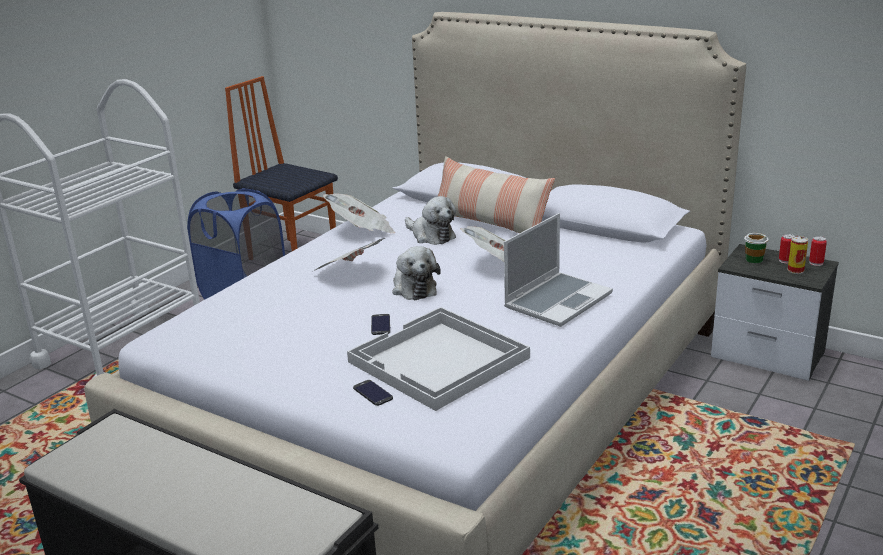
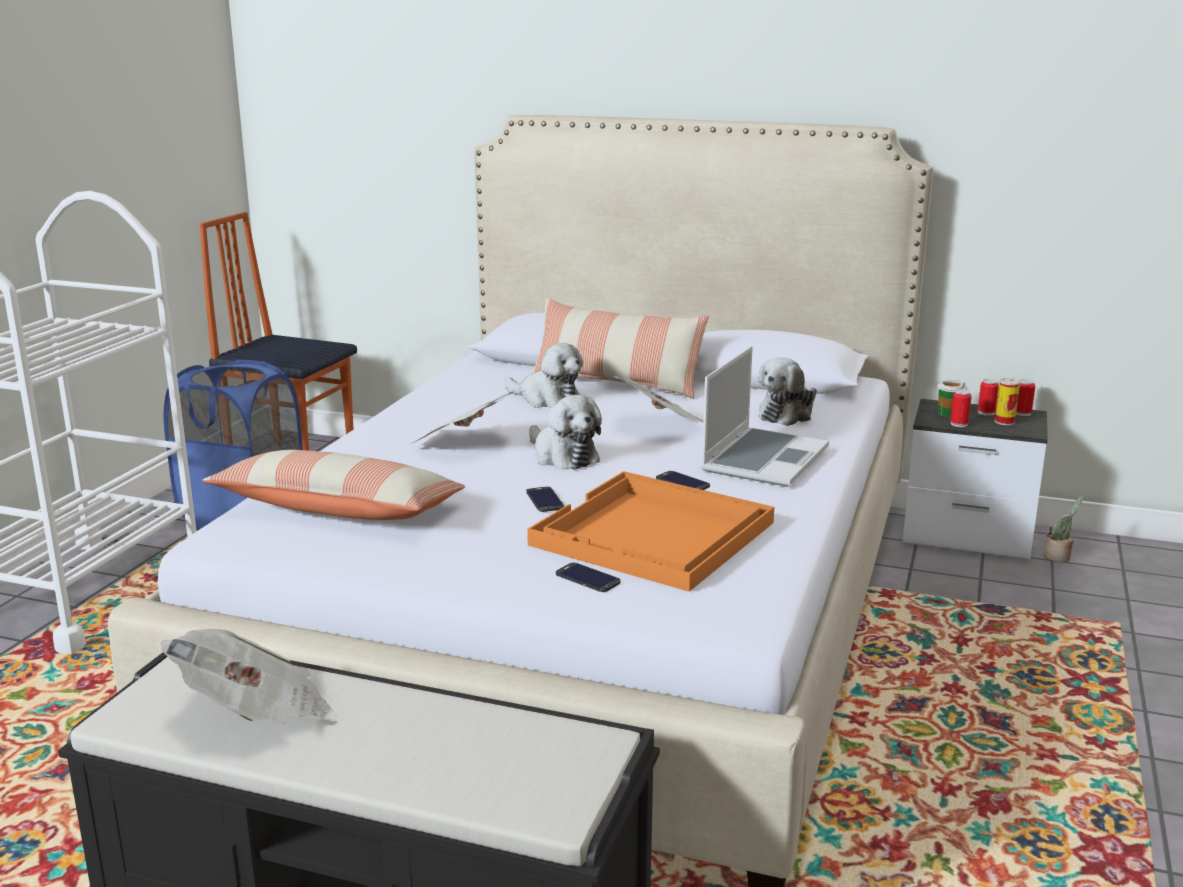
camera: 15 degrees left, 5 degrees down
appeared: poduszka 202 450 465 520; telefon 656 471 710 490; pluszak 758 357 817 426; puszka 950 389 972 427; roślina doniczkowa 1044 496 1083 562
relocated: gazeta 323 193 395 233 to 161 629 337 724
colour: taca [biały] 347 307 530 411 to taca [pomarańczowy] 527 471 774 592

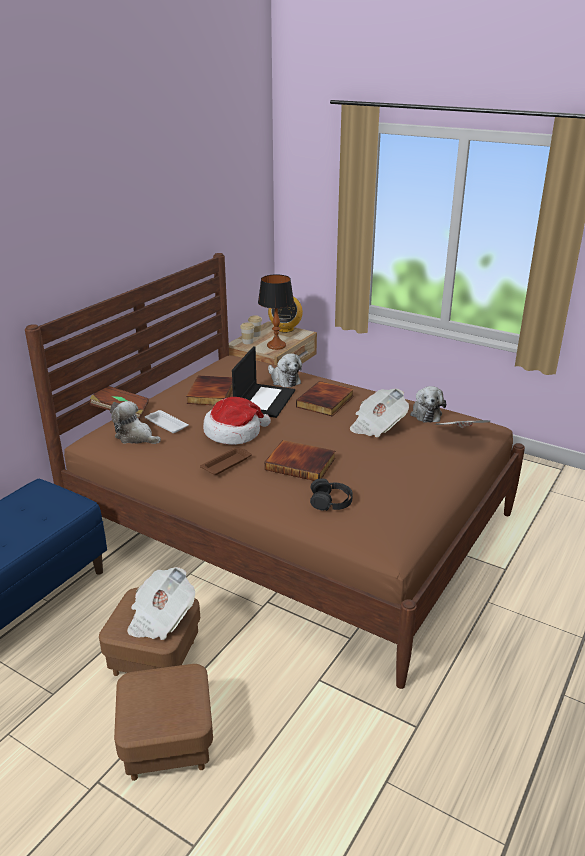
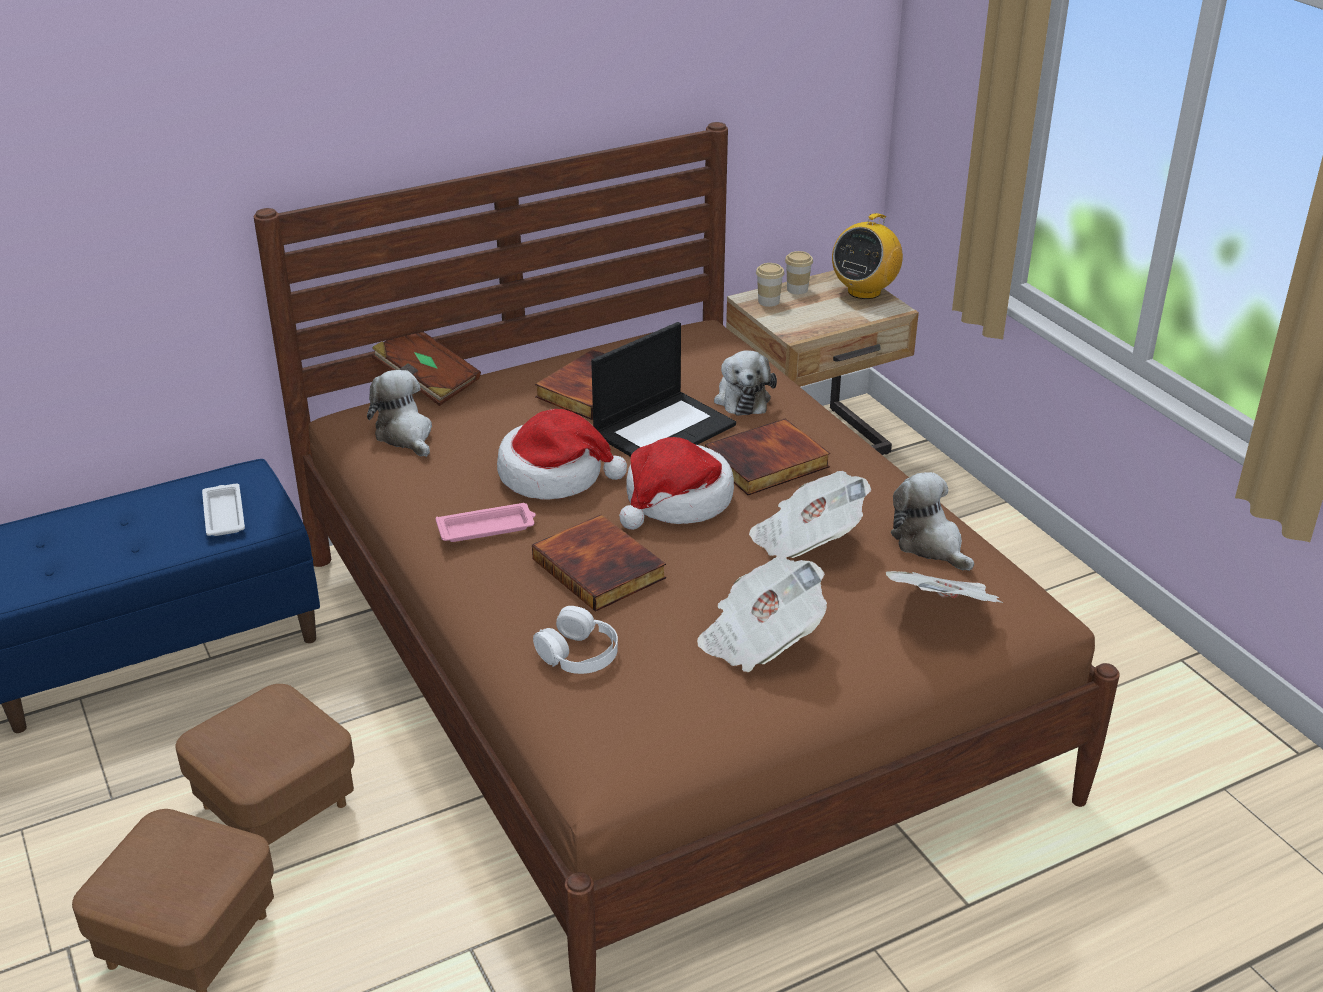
camera: 30 degrees right, 5 degrees up
missing: lampa stołowa 258 274 294 350
appeared: kapelusz 619 437 734 530
relocated: gazeta 127 567 195 640 to 697 556 827 672; taca [biały] 145 410 189 433 to 202 484 245 536
colour: taca [brązowy] 200 447 252 475 to taca [różowy] 436 503 536 542; słuchawki [czarny] 310 479 353 511 to słuchawki [biały] 533 606 618 674
spun: pluszak 410 386 446 423 = 891 472 974 571 120 degrees clockwise

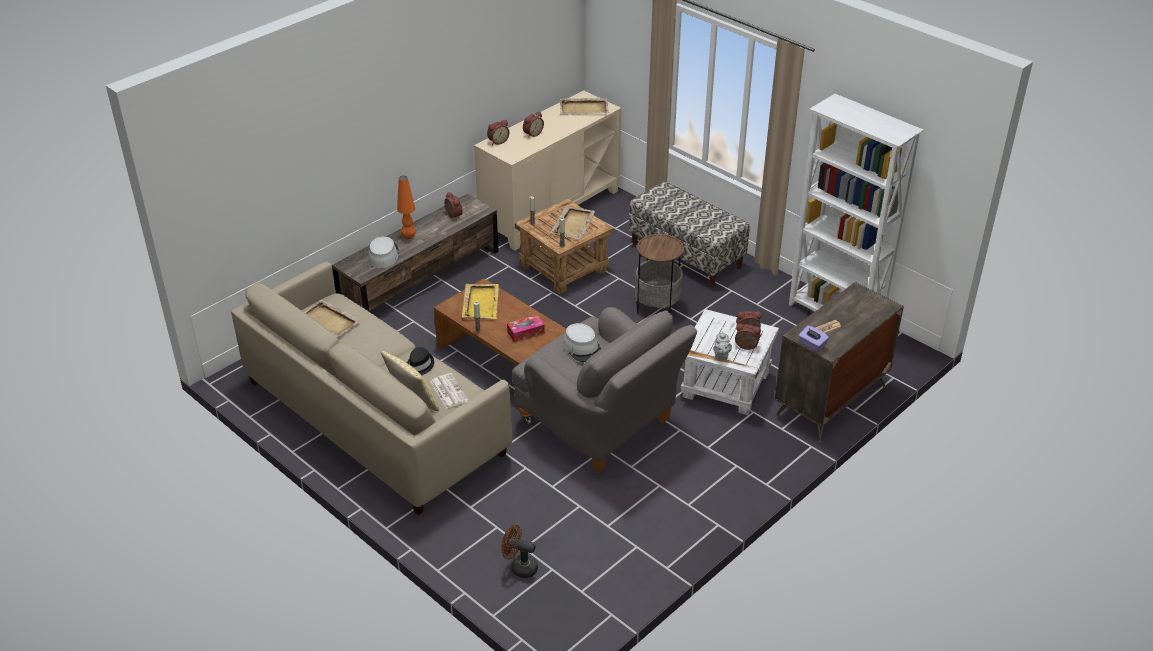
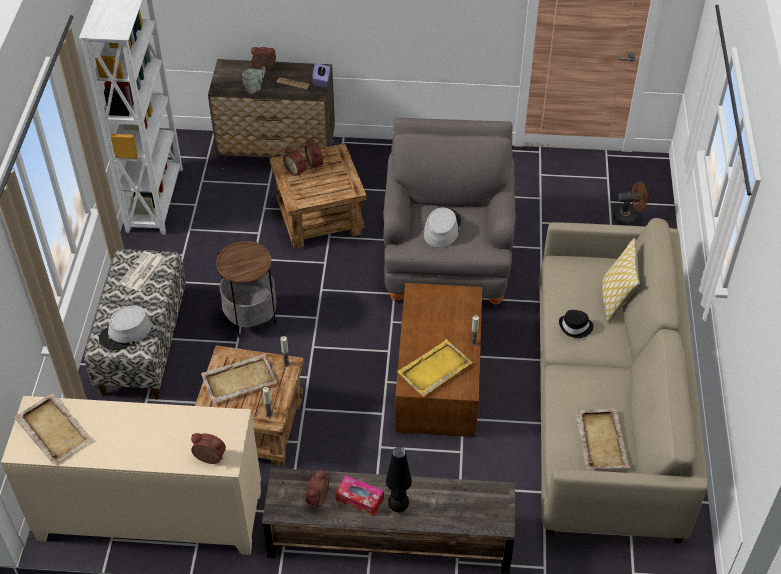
camera: 130 degrees left, 10 degrees up
relocated: kapelusz [szary] 368 236 399 268 to 99 306 152 350; gazeta 430 373 469 409 to 119 251 165 292; pudełko chusteczek 507 315 545 342 to 336 475 384 516; budzik 523 112 544 138 to 251 47 276 72; imbryk [szary] 713 331 732 361 to 242 67 266 94
colour: lampa stołowa [pomarańczowy] 397 176 416 239 to lampa stołowa [czarny] 386 447 412 512; stolik [biały] 681 309 779 415 to stolik [brązowy] 270 143 367 249
spun: wentylator [brązowy] 502 525 538 578 = 613 182 648 225 75 degrees counterclockwise

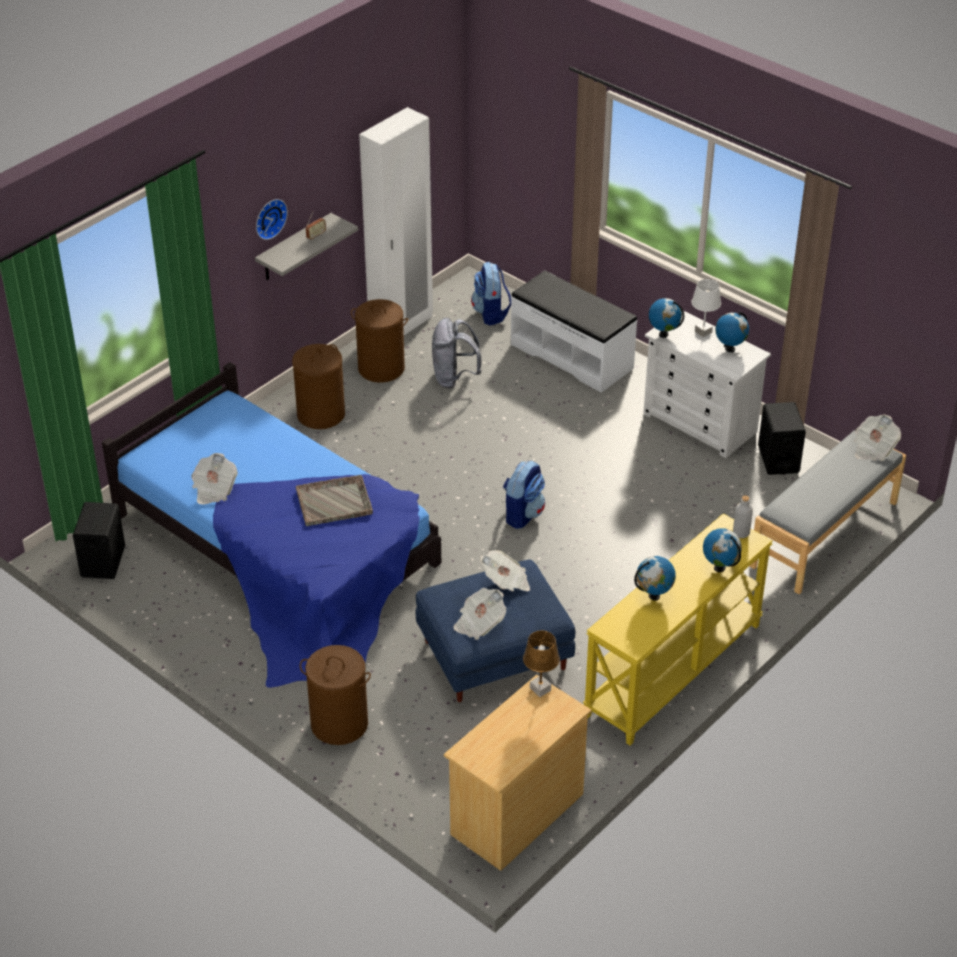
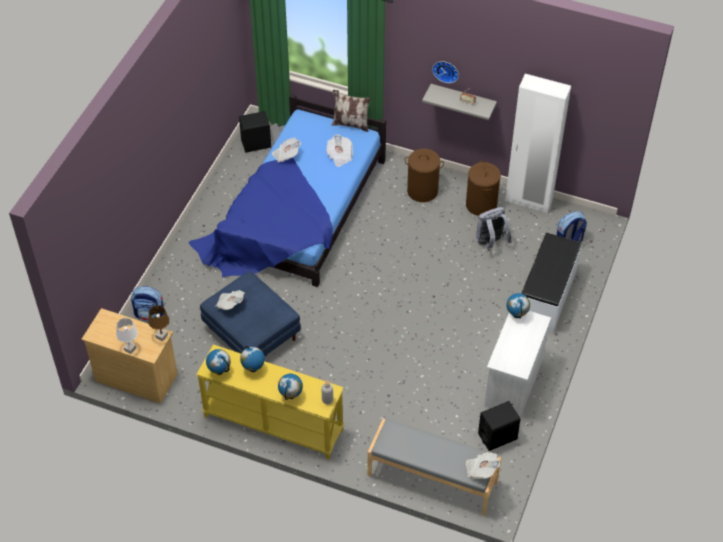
camera: 70 degrees right, 10 degrees up
missing: taca [szary] 296 475 373 526; kosz na pranie [brązowy] 300 645 371 745
appeared: poduszka 331 90 371 132
relocated: gazeta 481 550 530 592 to 326 134 353 167; plecak 503 460 545 529 to 131 286 164 321; lampa stołowa [biały] 691 279 721 337 to 116 318 138 354; globus 715 312 749 352 to 206 349 231 375

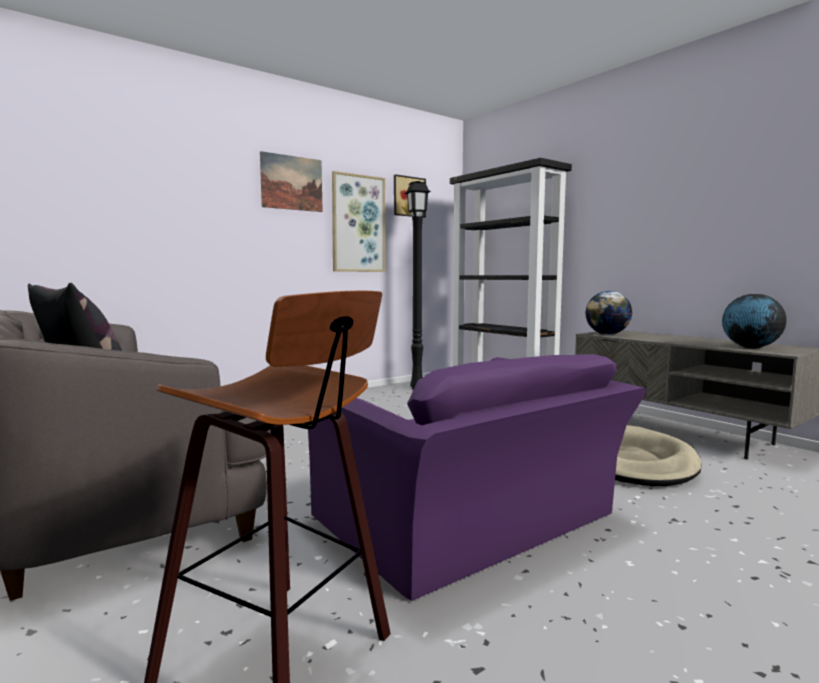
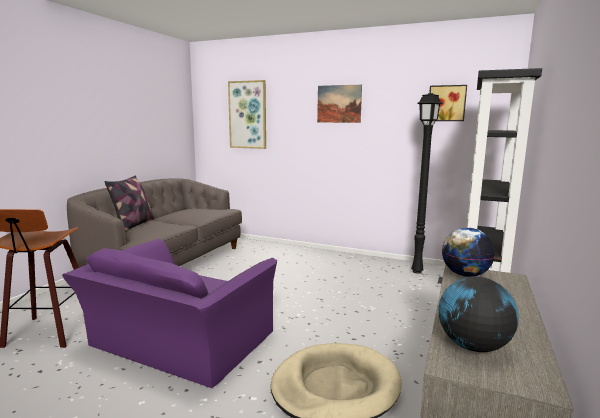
camera: 60 degrees right, 5 degrees up
relocated: obraz 332 171 385 272 to 228 80 266 149

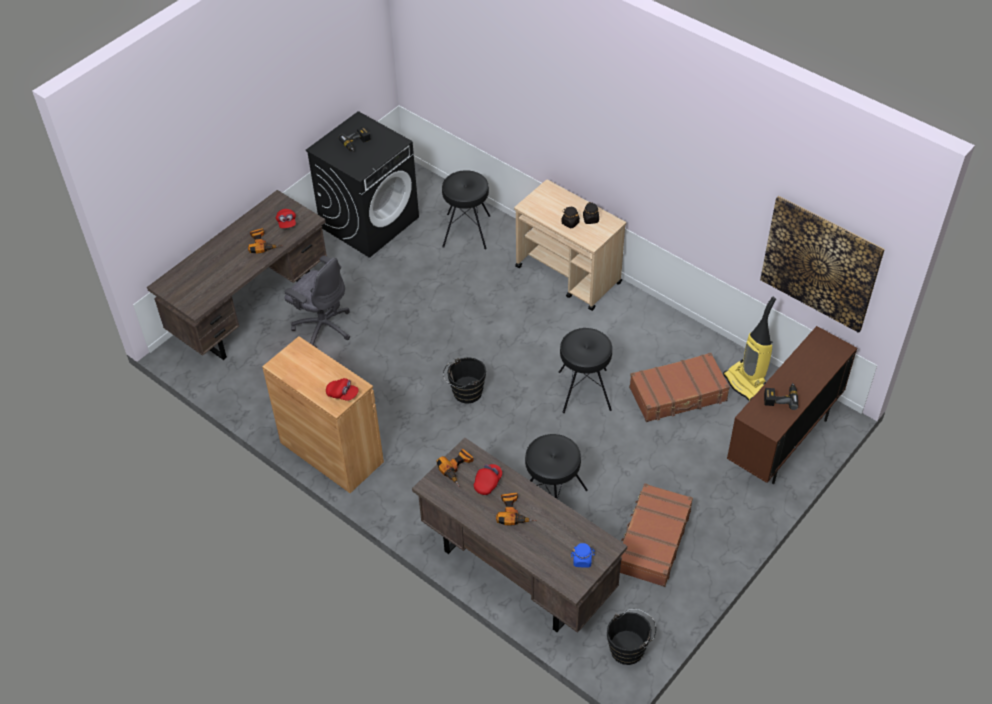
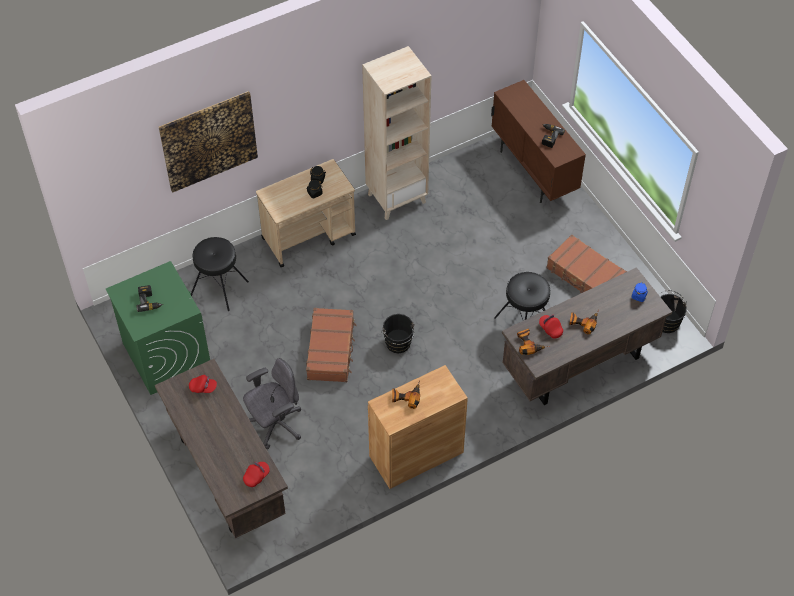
camera: 70 degrees left, 5 degrees up
missing: stołek [czarny] 559 328 612 413; odkurzacz 723 297 776 401
appeared: regał [beżowy] 362 46 432 220
relocated: wiertarka 248 228 282 254 to 392 380 420 409; czapka z daszkiem [czerwony] 326 378 359 401 to 243 462 270 487; walizka [brązowy] 629 353 730 422 to 306 308 357 382; obraz 760 196 885 333 to 159 91 258 193
colour: pralka [czarny] 306 111 419 258 to pralka [zielony] 106 261 210 395

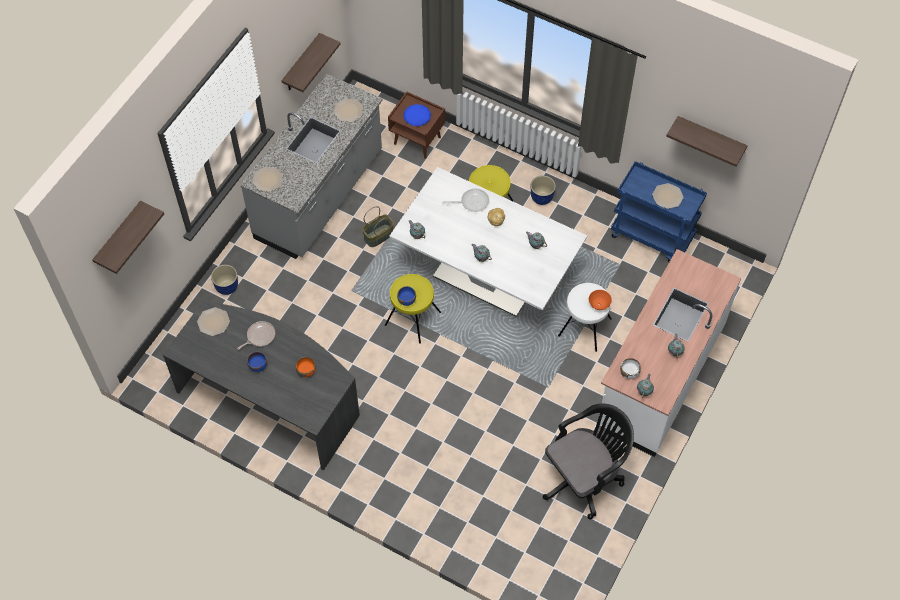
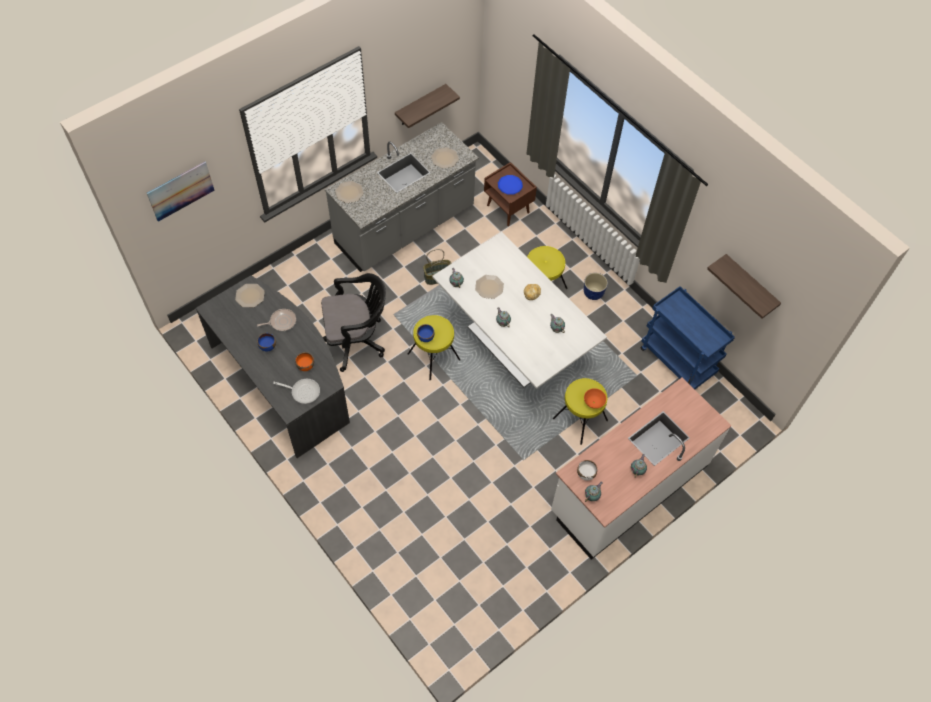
camera: 20 degrees right, 0 degrees up
missing: donica 211 265 238 295
relocated: patelnia 442 188 489 212 to 273 379 320 404; krzesło biurowe [czarny] 543 404 634 519 to 321 273 386 372; talerz 652 183 684 209 to 475 275 504 299
exchanged: półka 92 200 164 274 to obraz 147 161 215 222
colour: stołek [biały] 558 283 612 352 to stołek [żółty] 553 378 608 445

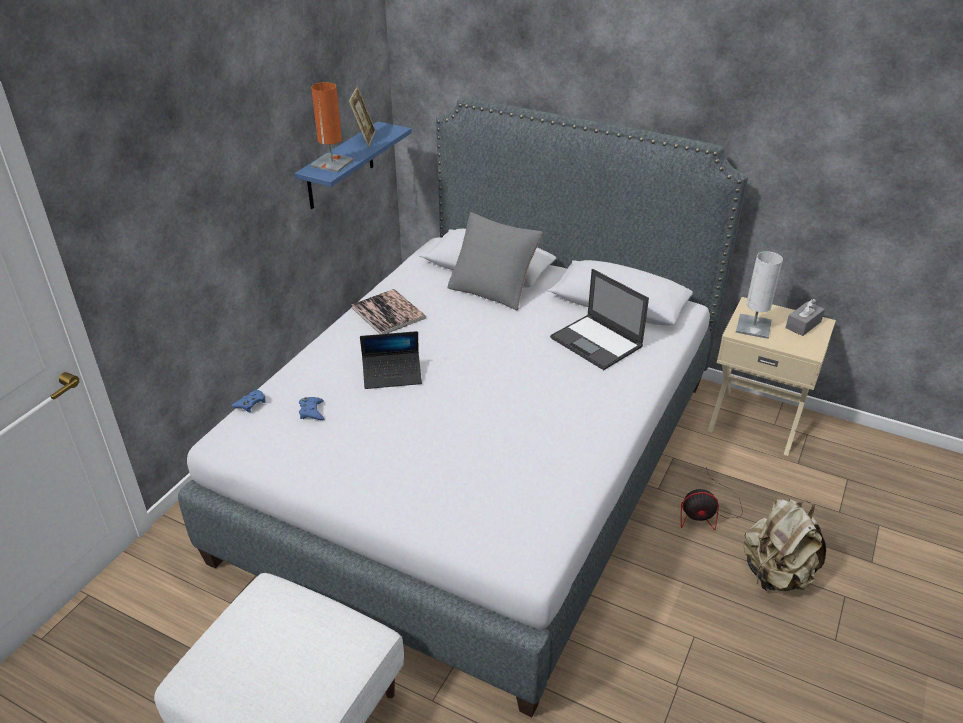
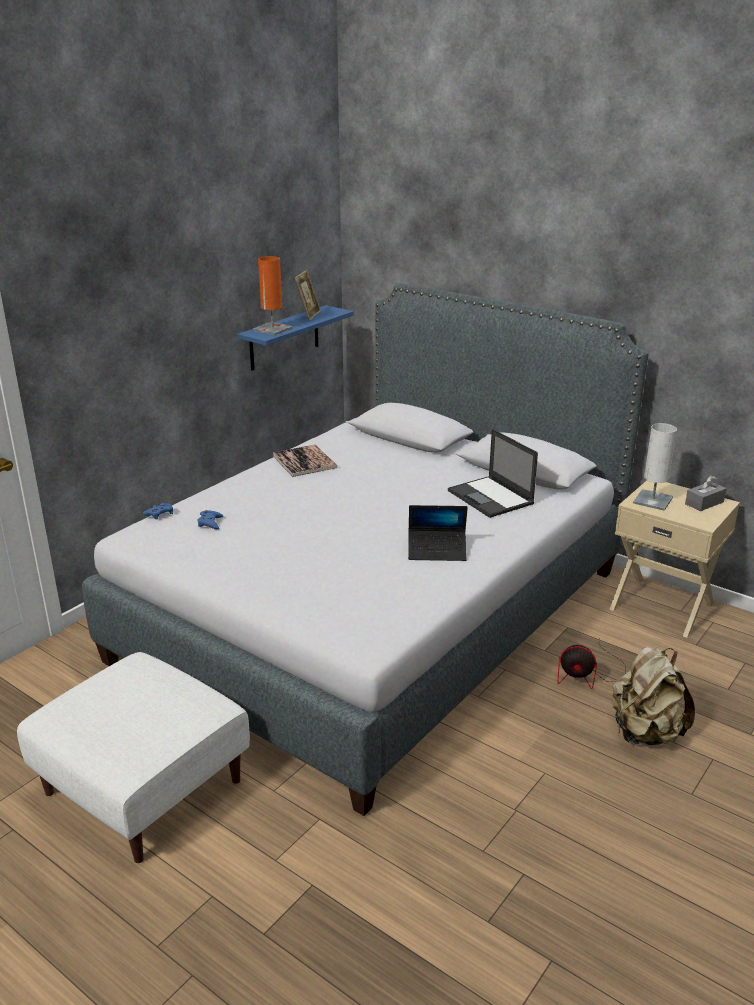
camera: 10 degrees right, 10 degrees down
missing: poduszka [szary] 447 212 543 311
relocated: laptop 360 331 422 389 to 408 505 468 561

